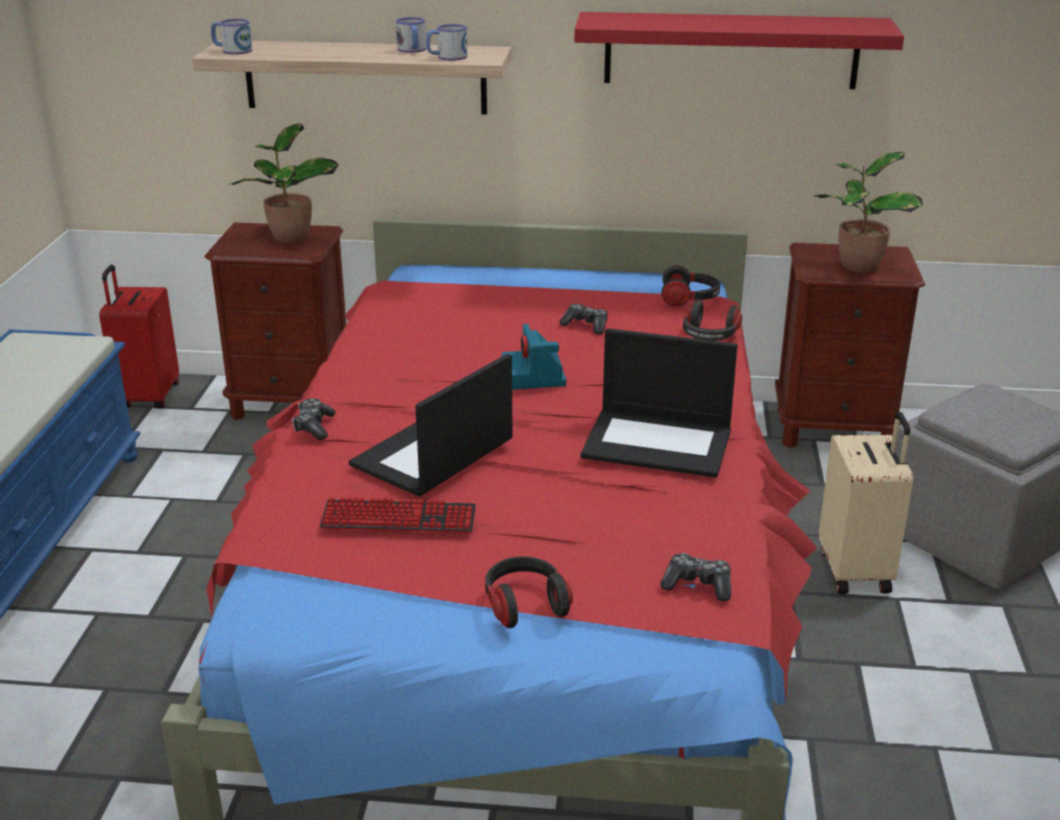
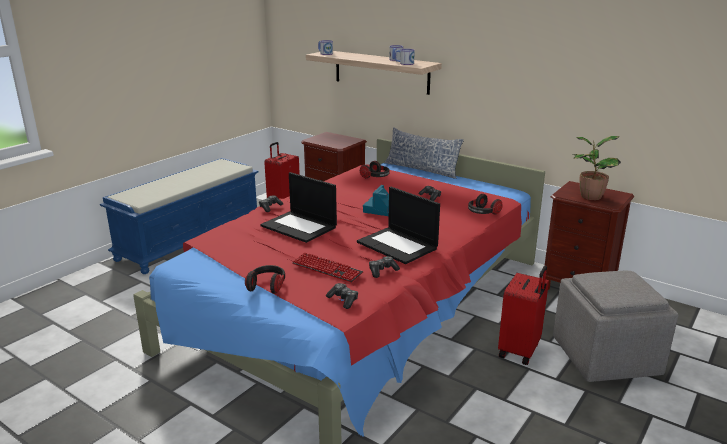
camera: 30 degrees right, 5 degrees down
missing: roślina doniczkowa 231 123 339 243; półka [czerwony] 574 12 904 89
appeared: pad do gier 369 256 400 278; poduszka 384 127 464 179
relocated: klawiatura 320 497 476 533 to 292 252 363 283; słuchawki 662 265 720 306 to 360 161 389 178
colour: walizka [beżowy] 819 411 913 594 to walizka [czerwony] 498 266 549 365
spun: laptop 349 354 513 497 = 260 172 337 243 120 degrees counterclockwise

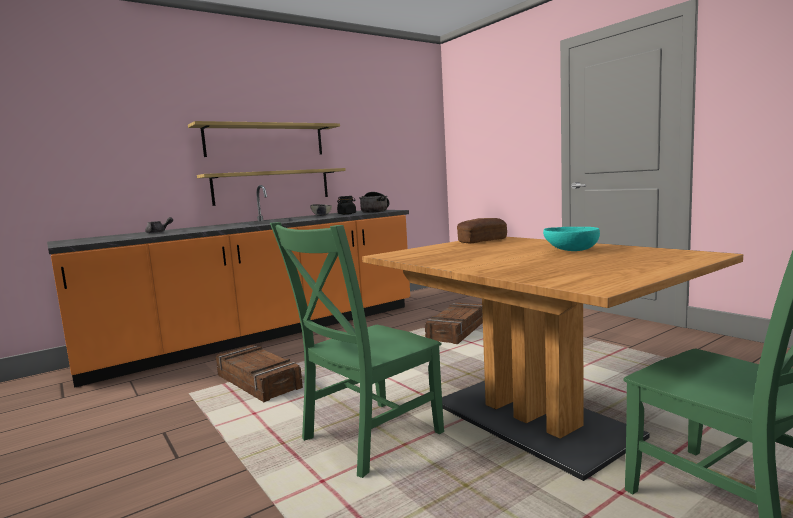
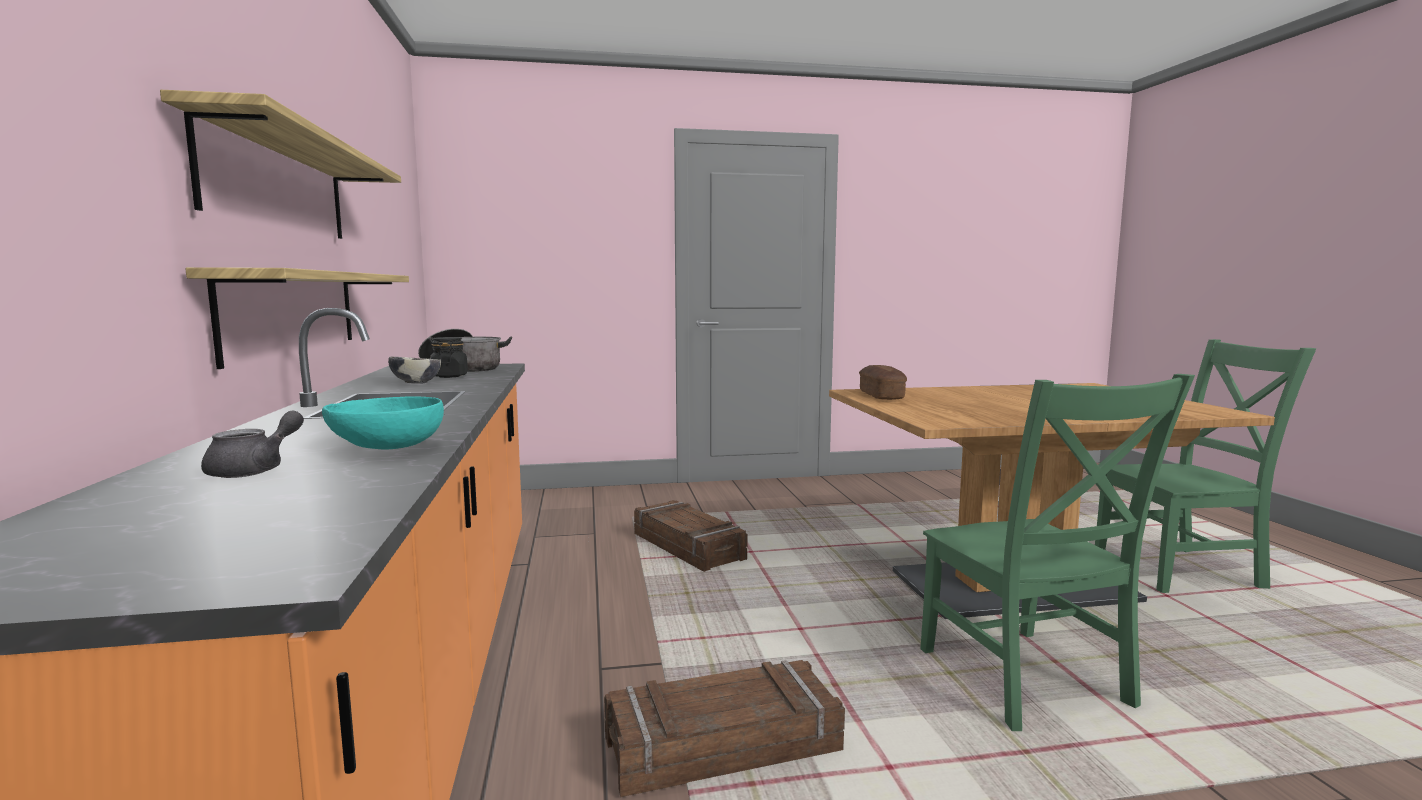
camera: 65 degrees left, 0 degrees up
relocated: miska [turkusowy] 543 227 600 251 to 322 396 444 449

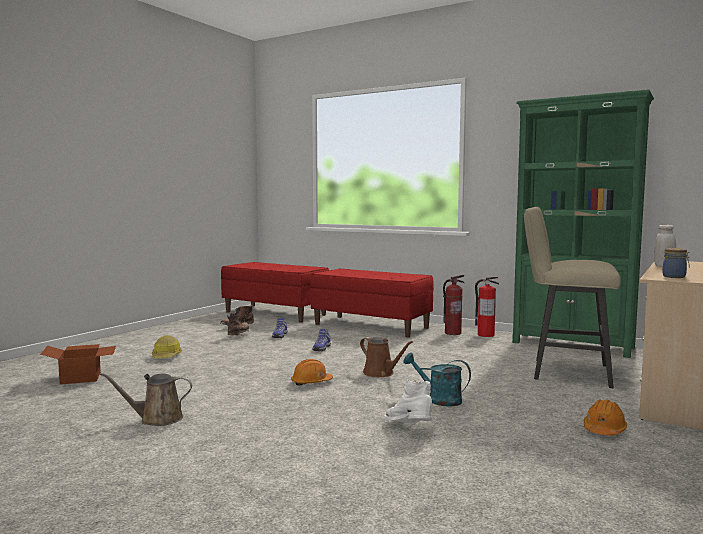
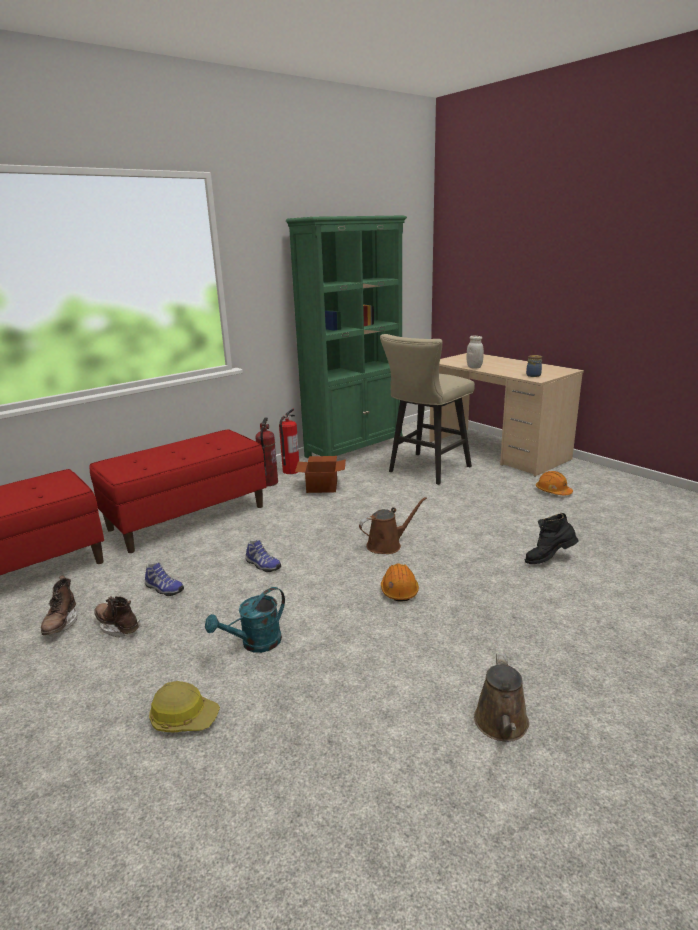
camera: 70 degrees left, 15 degrees up
relocated: karton 41 344 116 385 to 295 456 346 493; konewka [turkusowy] 403 353 471 407 to 205 587 285 653
colour: but z cholewką [biały] 384 379 432 423 to but z cholewką [czarny] 525 513 579 564

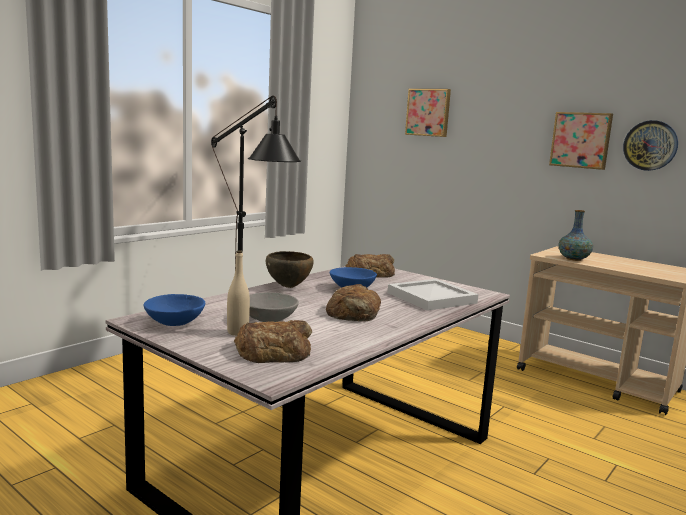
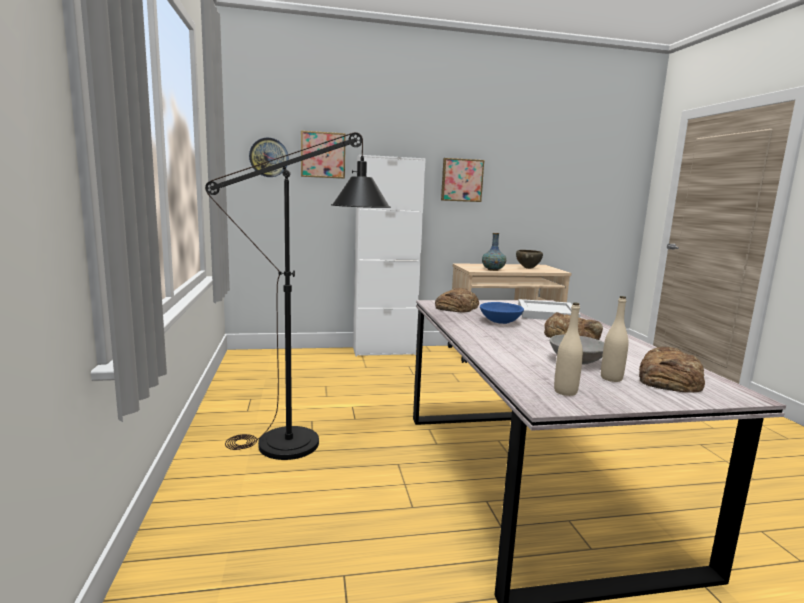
camera: 50 degrees left, 0 degrees up
appeared: szafka [biały] 353 155 426 356
relocated: miska [brązowy] 266 251 314 288 to 516 250 543 269; zegar ścienny 623 120 678 171 to 249 138 289 177
exchanged: miska [niebieski] 143 294 205 326 to butelka [beżowy] 554 303 583 396

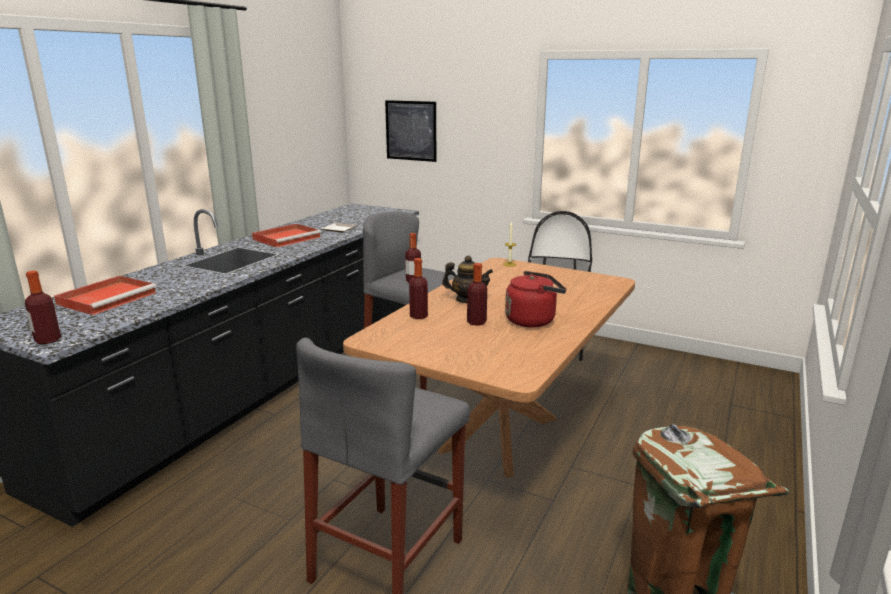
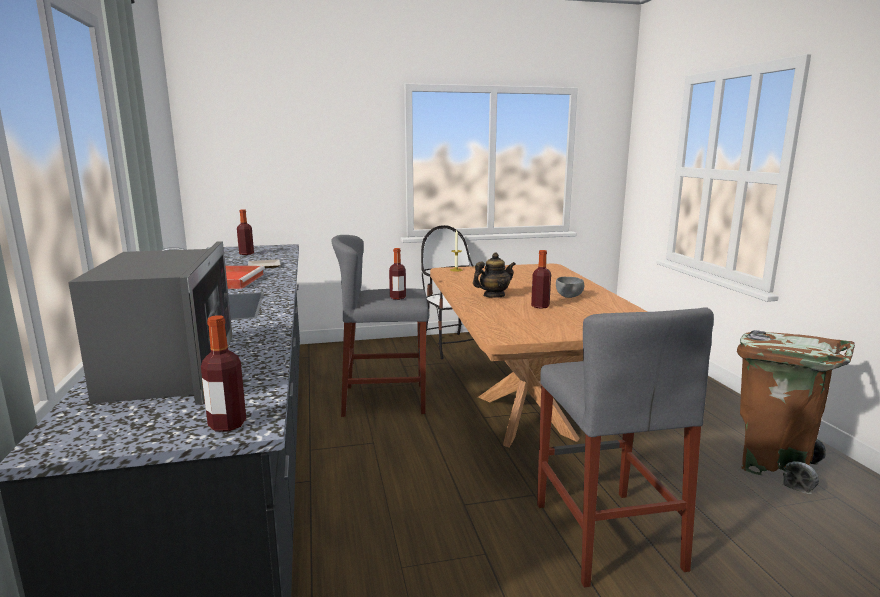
camera: 40 degrees left, 5 degrees down
missing: obraz 385 100 436 162
relocated: butelka 409 258 428 319 to 237 209 254 255
exchanged: taca [czerwony] 54 276 156 315 to mikrofalówka 68 241 233 405; czajnik [czerwony] 505 271 566 327 to miska [szary] 556 277 584 298

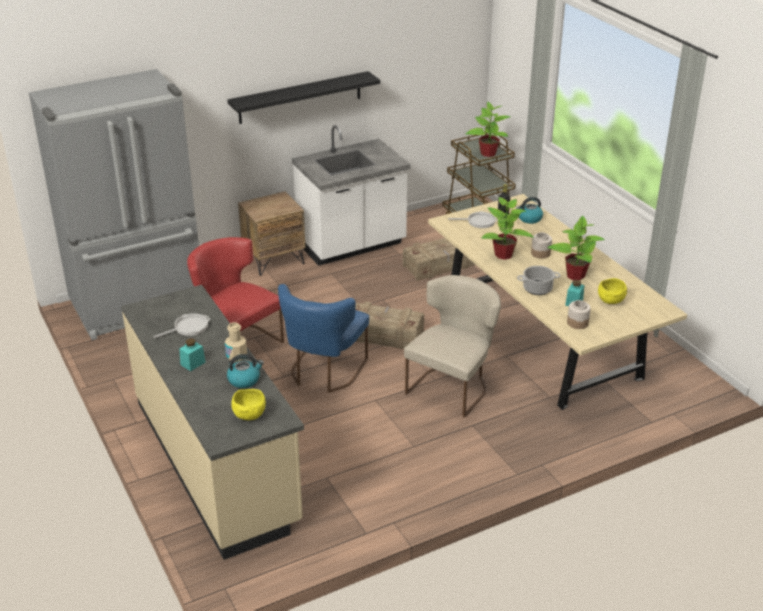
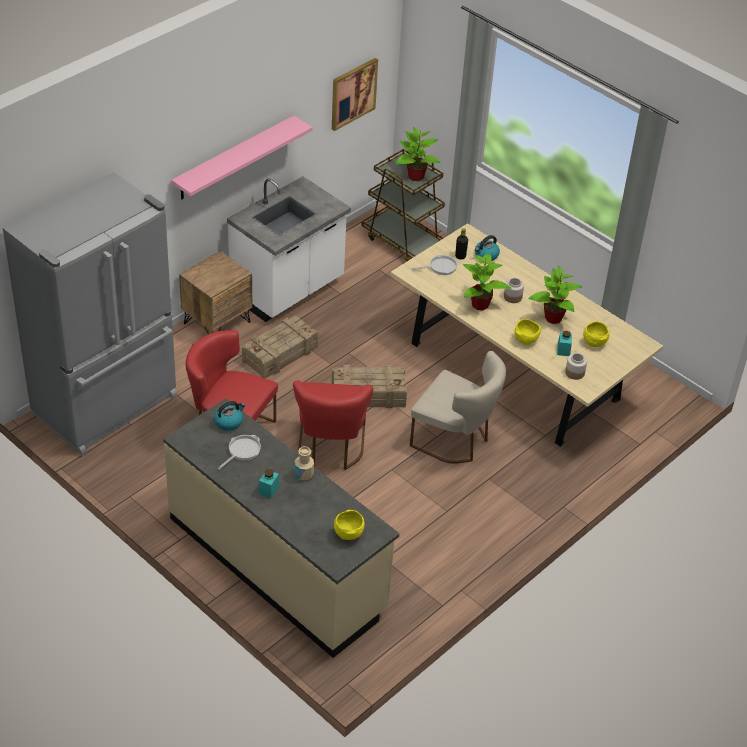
camera: 20 degrees left, 10 degrees up
appeared: obraz 332 58 378 131
relocated: czajnik 227 354 264 388 to 214 401 245 431; skrzynka 403 238 476 281 to 242 315 318 379
exchanged: garnek 517 266 561 295 to miska [żółty] 514 319 541 345
colour: półka [czarny] 227 71 380 124 to półka [różowy] 171 116 312 199; krzesło [niebieski] 278 284 369 393 to krzesło [czerwony] 293 380 373 470
spun: krzesło [beżowy] 404 275 501 417 = 410 351 506 464 105 degrees clockwise

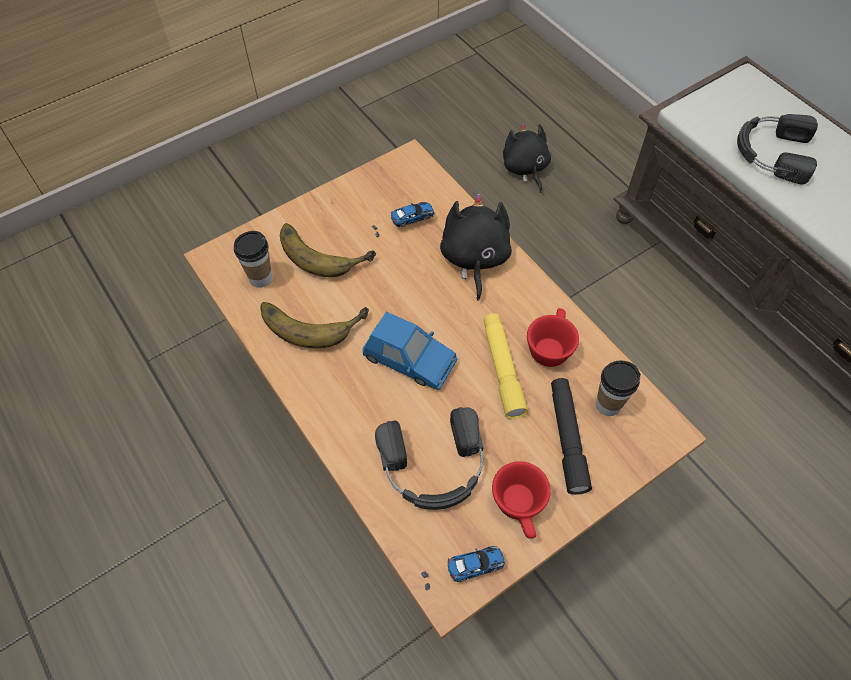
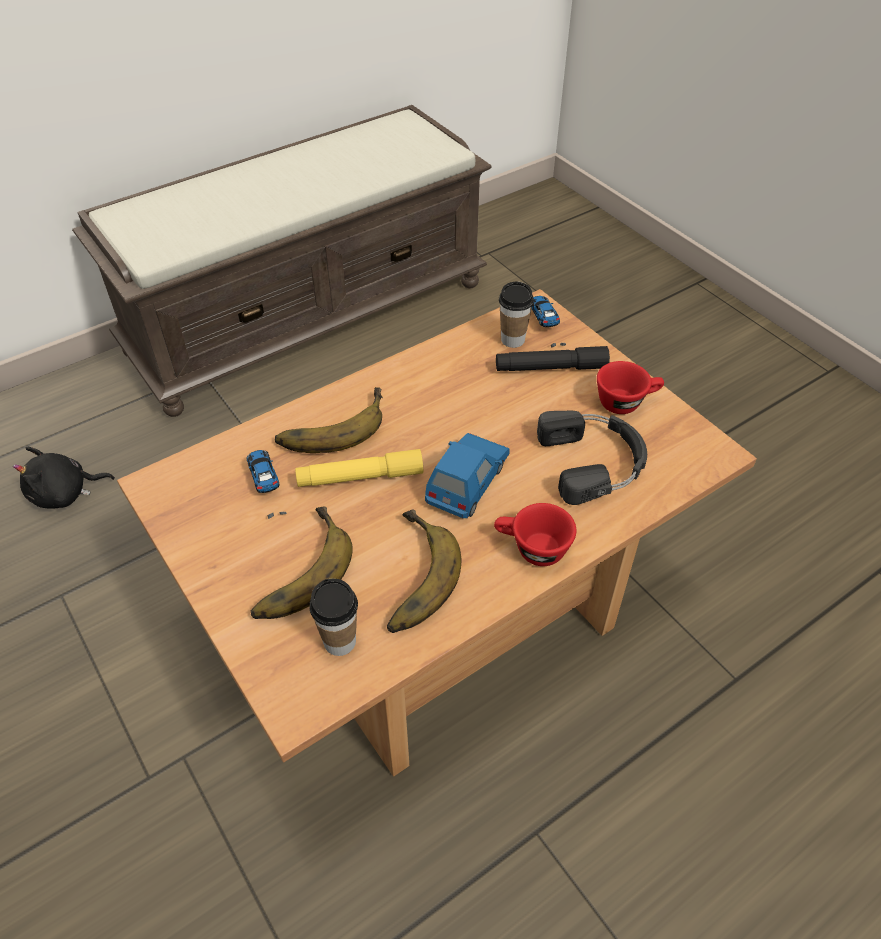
camera: 90 degrees left, 10 degrees down
missing: słuchawki [czarny] 737 114 818 184
relocated: samochodzik 421 546 505 591 to 531 296 566 348; latarka [żółty] 483 313 528 419 to 295 449 423 487; filiżanka [czerwony] 527 308 579 367 to 494 503 576 566
exchanged: pluszak [czarny] 440 193 512 301 to banan 275 387 383 453

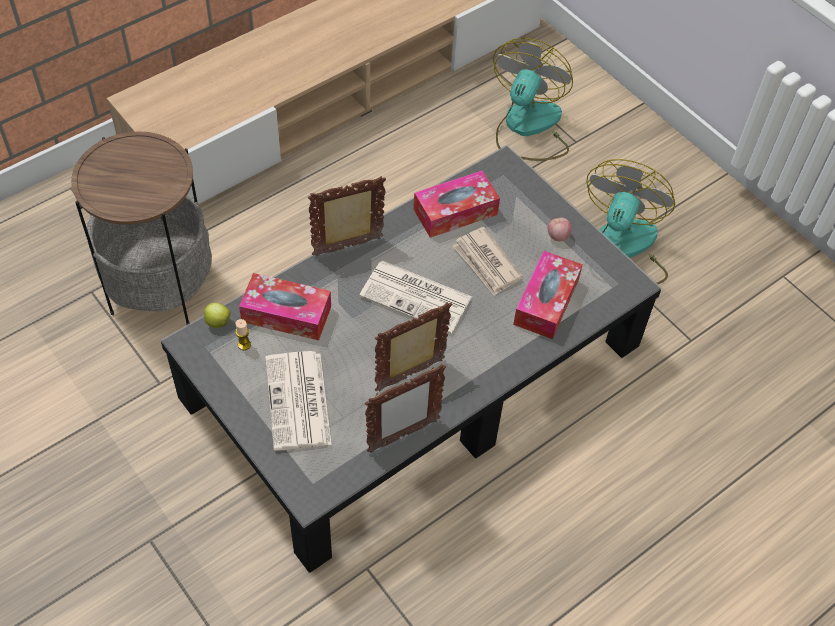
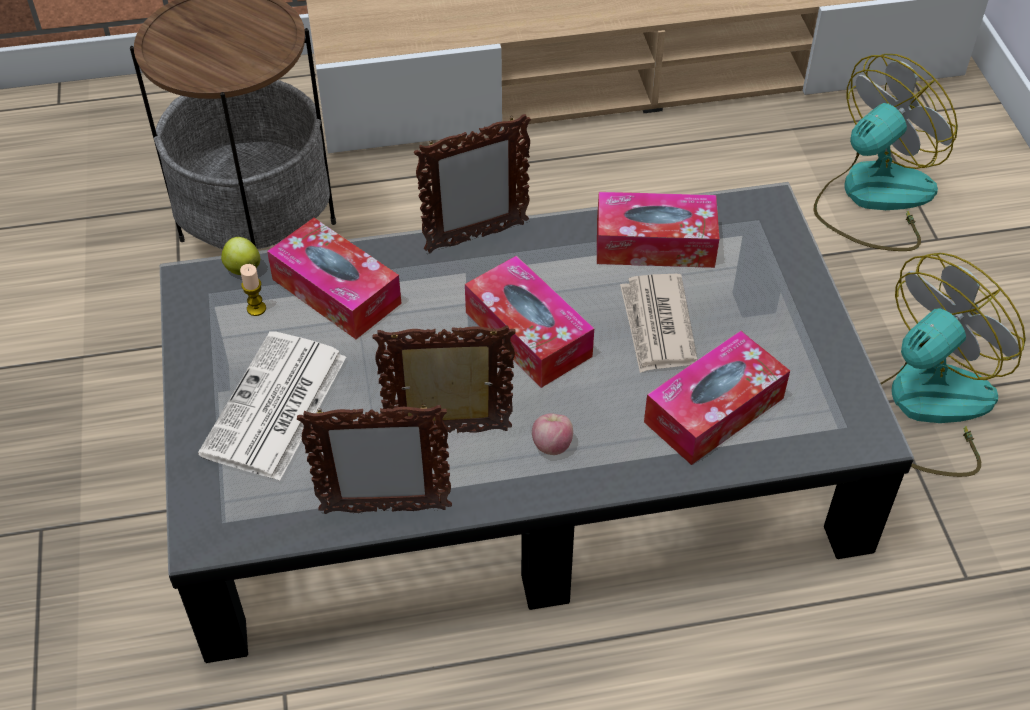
camera: 30 degrees right, 5 degrees down
relocated: jabłko 548 217 571 241 to 532 413 573 455
exchanged: gazeta 359 261 472 334 to pudełko chusteczek 465 256 594 388
spun: ramka na zdjęcie 308 176 386 256 = 414 114 531 253 150 degrees clockwise

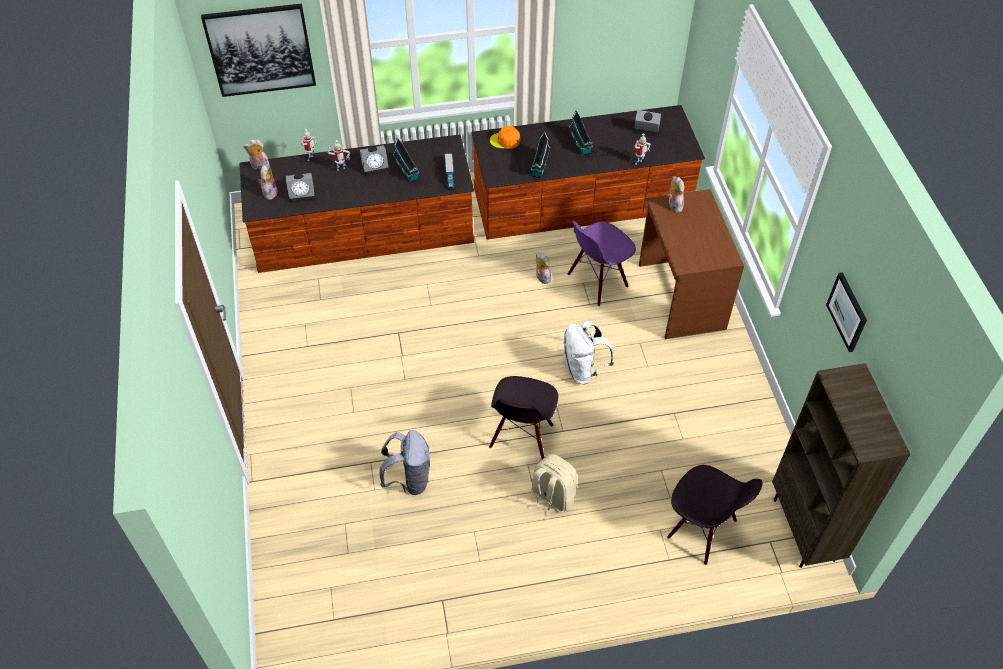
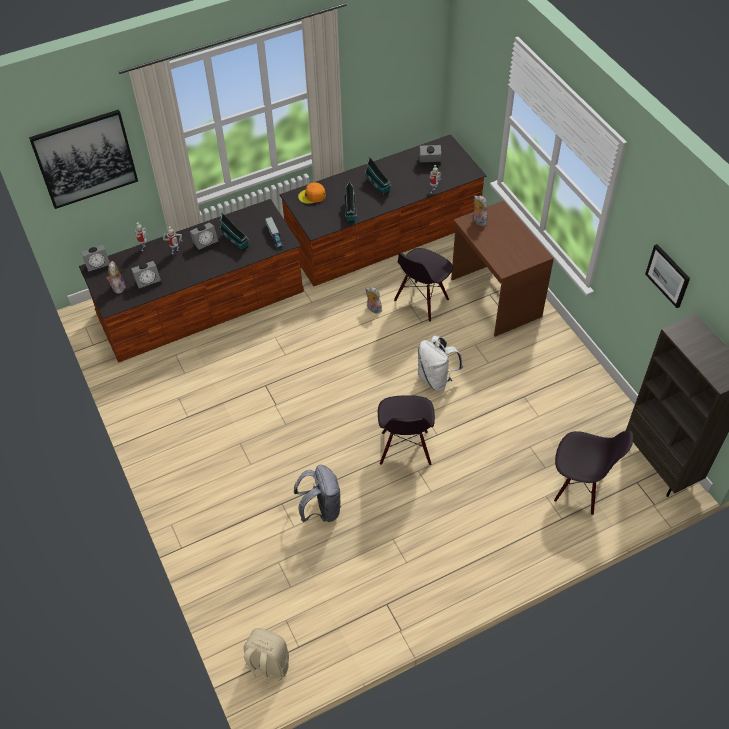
camera: 15 degrees left, 0 degrees up
relocated: plecak [beżowy] 529 454 577 520 to 244 628 289 692
exchanged: pluszak 243 139 270 169 to budzik 81 245 110 275
colour: krzesło [fioletowy] 568 221 636 306 to krzesło [czarny] 394 248 453 322

